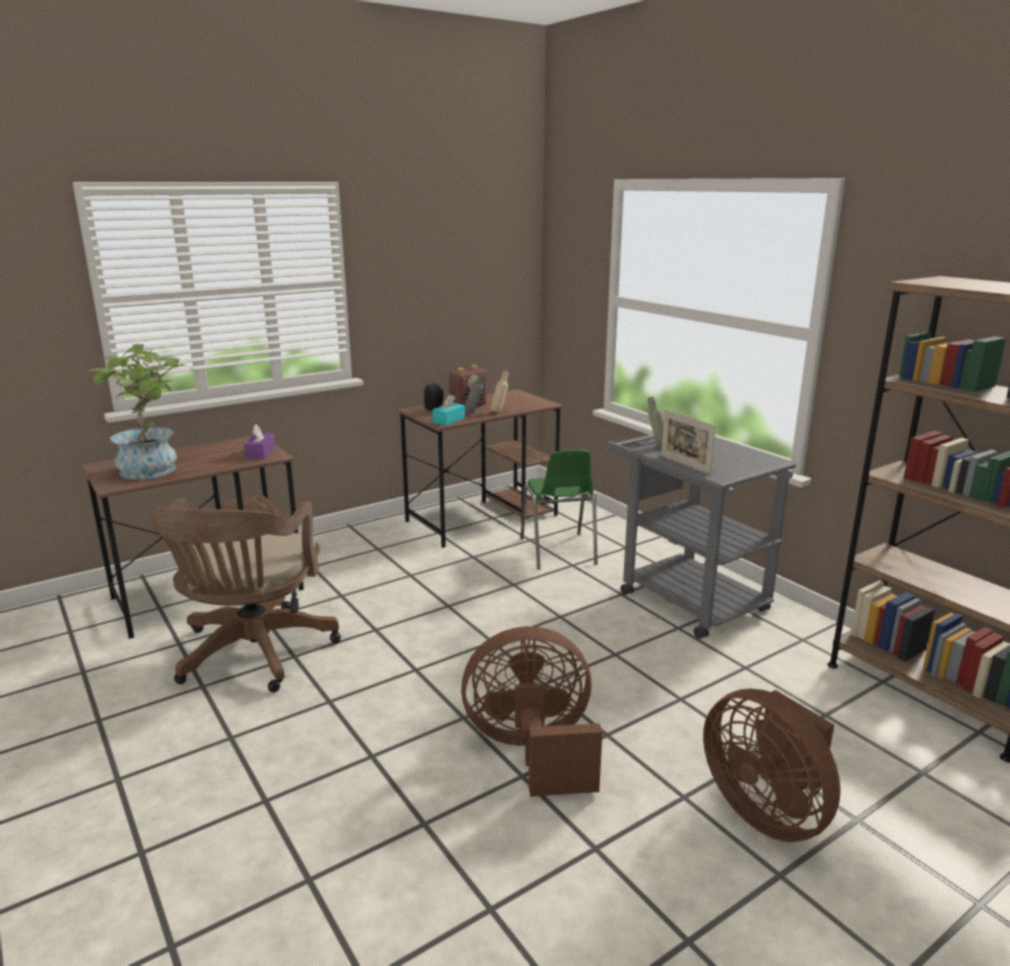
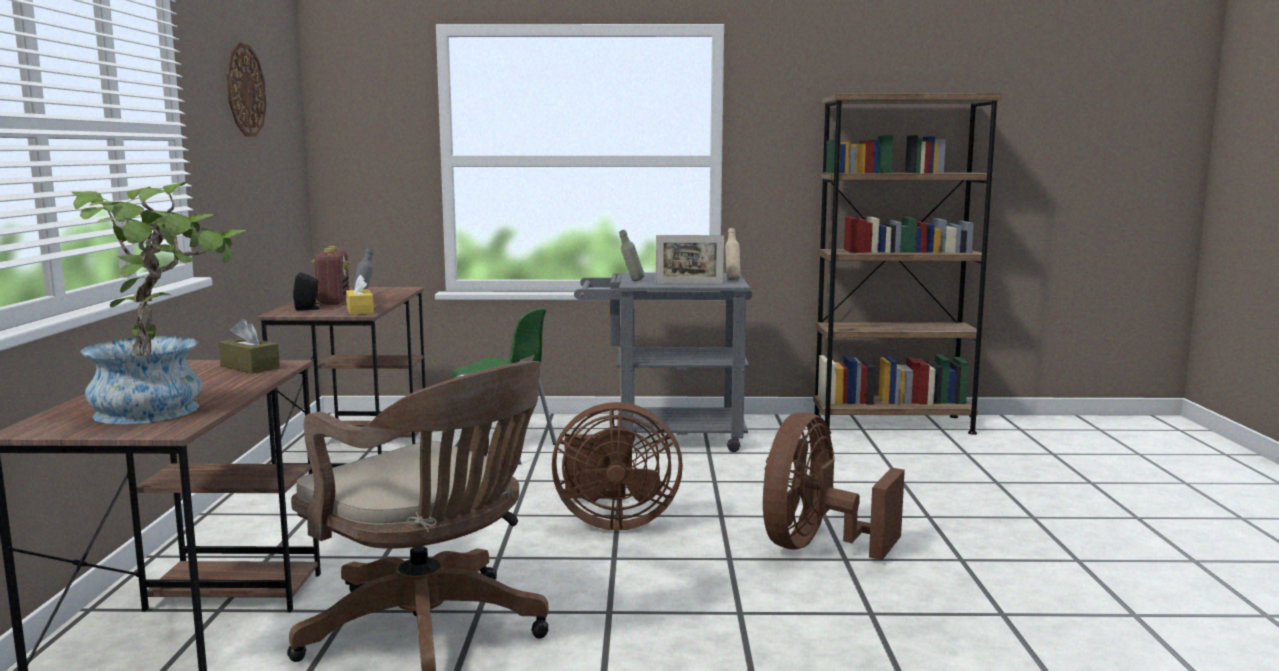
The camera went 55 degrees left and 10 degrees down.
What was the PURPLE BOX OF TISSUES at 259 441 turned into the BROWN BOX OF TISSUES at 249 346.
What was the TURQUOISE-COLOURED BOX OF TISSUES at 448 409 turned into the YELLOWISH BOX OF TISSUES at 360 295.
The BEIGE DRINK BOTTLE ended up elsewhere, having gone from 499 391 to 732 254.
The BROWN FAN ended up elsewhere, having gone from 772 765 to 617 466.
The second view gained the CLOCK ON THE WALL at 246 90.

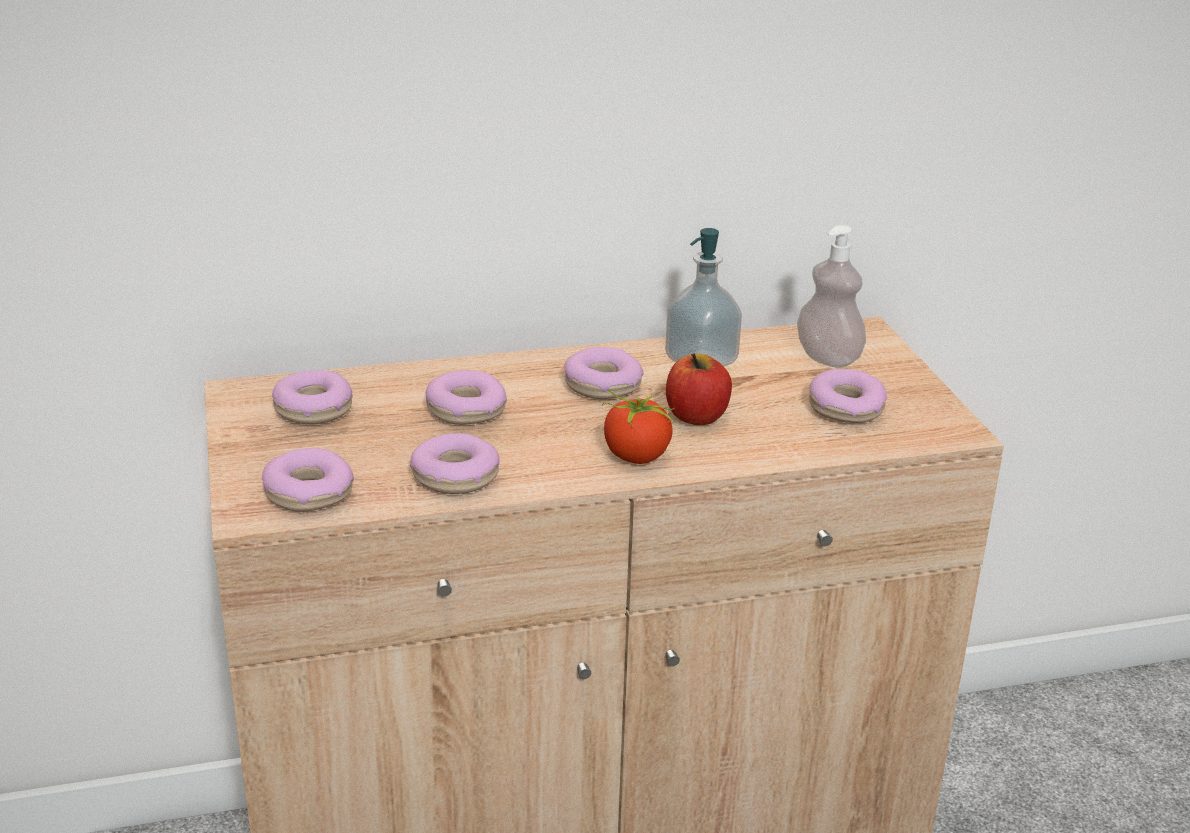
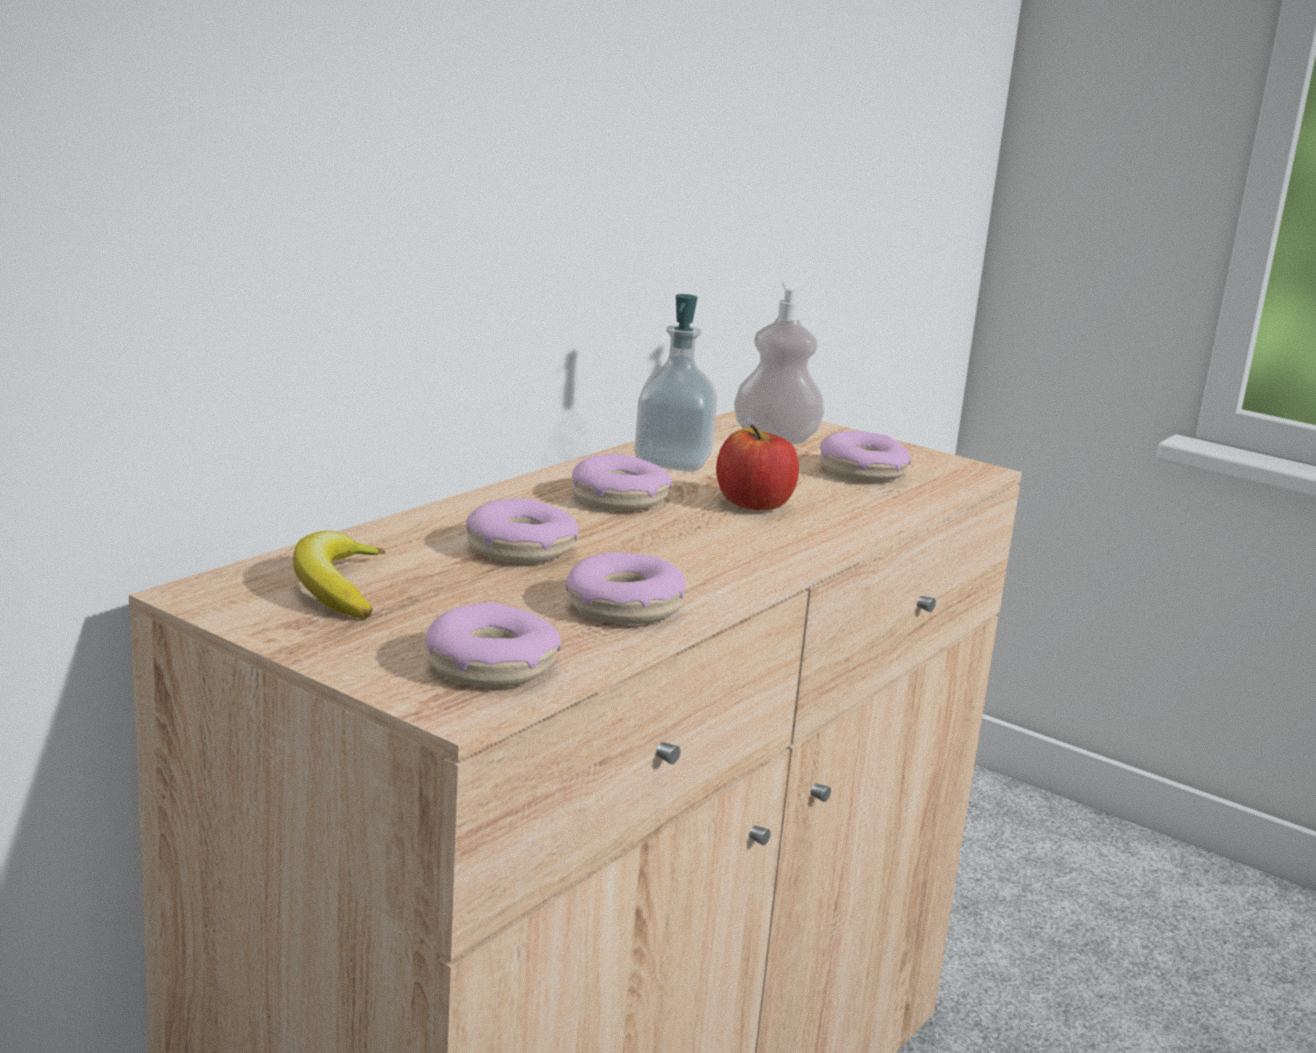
The camera went 40 degrees left and 10 degrees down.
Where the DOUGHNUT stood at 312 397, the WHOLE BANANA came to stand at 339 575.
The second view lost the WHOLE TOMATO at 638 426.

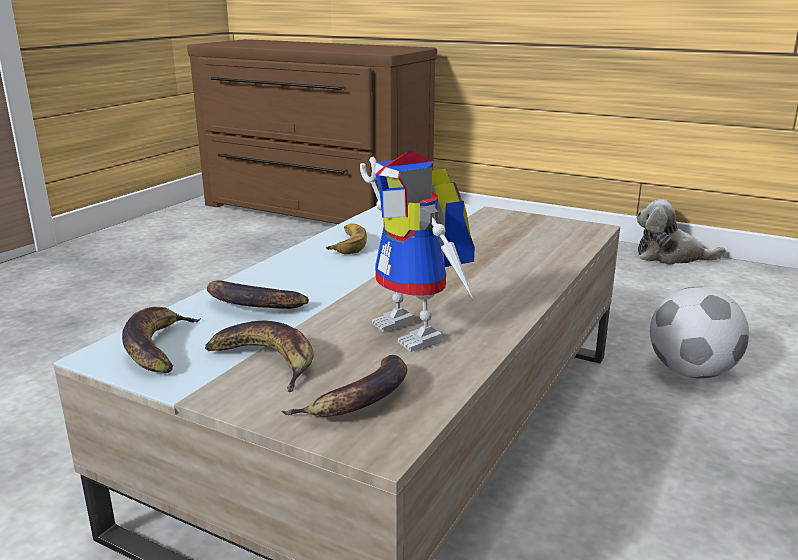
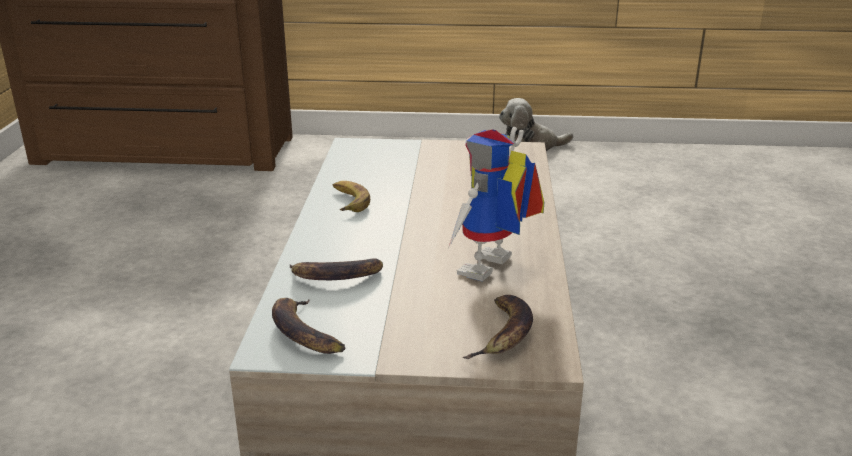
The camera went 25 degrees left and 5 degrees up.
The second view lost the WHOLE BANANA at 259 356.
The MODEL ROBOT at 417 251 ended up facing another way, 90 degrees clockwise from before.
The second view lost the FOOTBALL at 699 333.

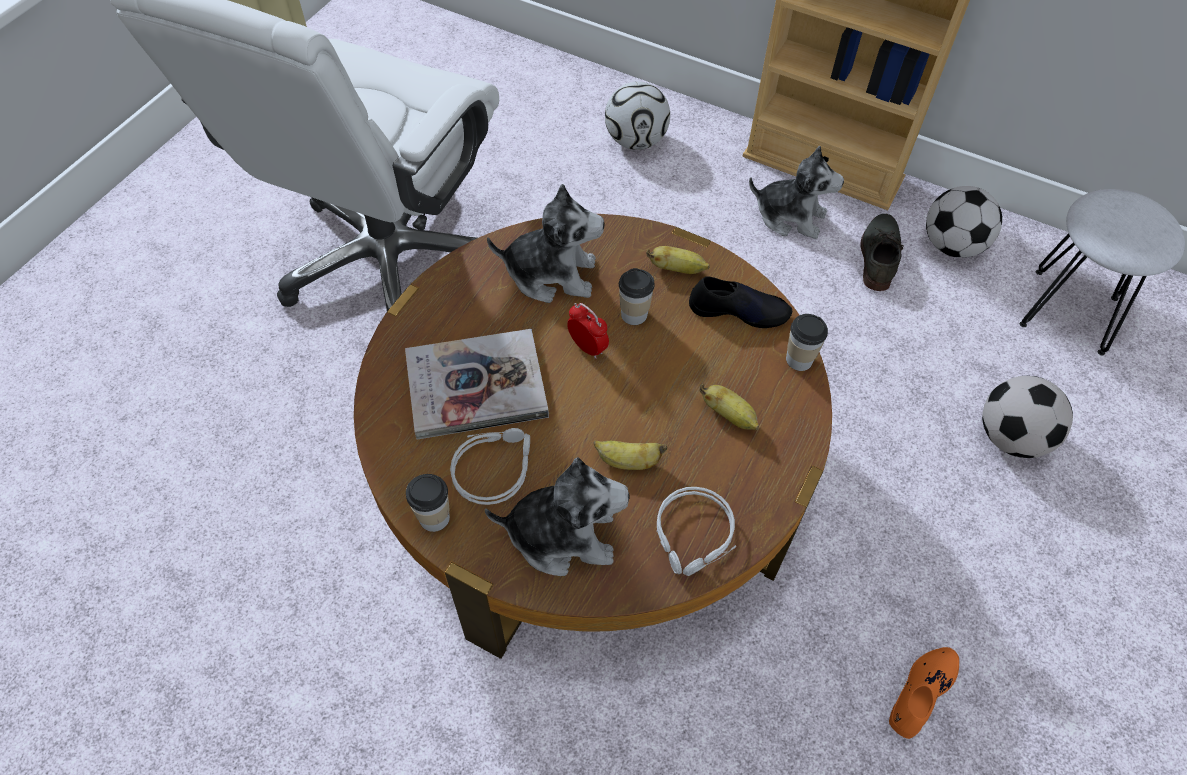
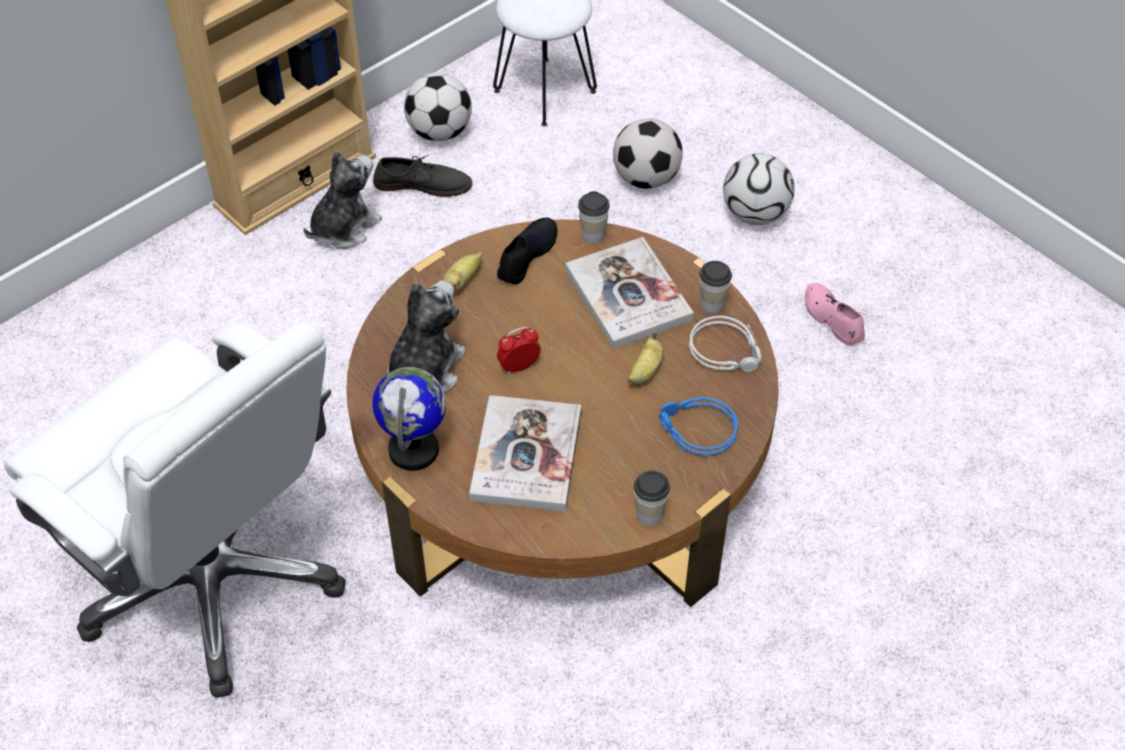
The camera went 70 degrees left and 5 degrees down.
The second view lost the GRAY PAIR OF HEADPHONES at 490 466.
Where the CUDDLY TOY stood at 557 516, the BLUE-COLOURED PAIR OF HEADPHONES came to stand at 698 426.
The FOOTBALL ended up elsewhere, having gone from 637 115 to 759 189.
The CUP ended up elsewhere, having gone from 637 296 to 715 287.
Where the WHOLE BANANA stood at 729 407, the VOLUME came to stand at 629 293.
The GRAY LOW SHOE at 882 252 ended up facing another way, 150 degrees clockwise from before.
What was the ORANGE LOW SHOE at 924 693 turned into the PINK-COLOURED LOW SHOE at 835 314.
The second view gained the WORLD GLOBE at 409 419.

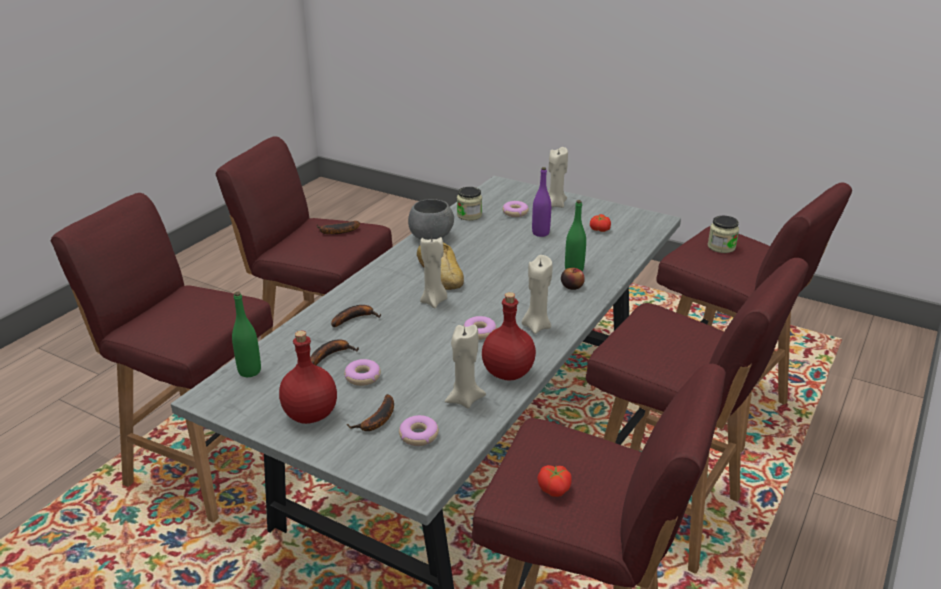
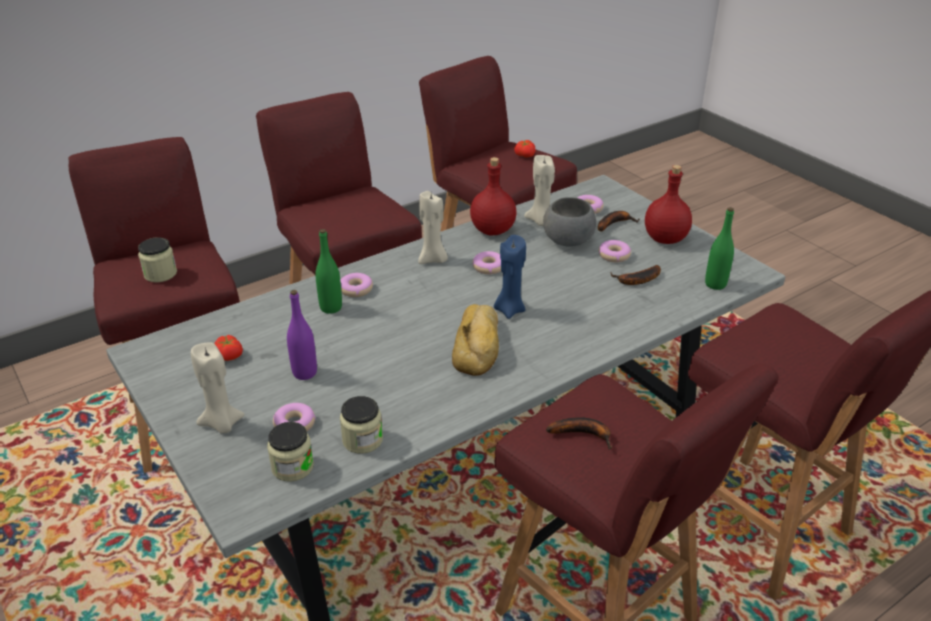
The camera went 155 degrees left and 5 degrees up.
The second view lost the WHOLE BANANA at 356 316.
The GRAY DEEP DISH ended up elsewhere, having gone from 431 219 to 569 222.
What was the BEIGE WAX CANDLE at 433 271 turned into the BLUE-COLOURED WAX CANDLE at 510 277.
Where the WHOLE APPLE stood at 573 279, the DOUGHNUT came to stand at 356 285.
The second view gained the PRESERVE JAR at 290 452.

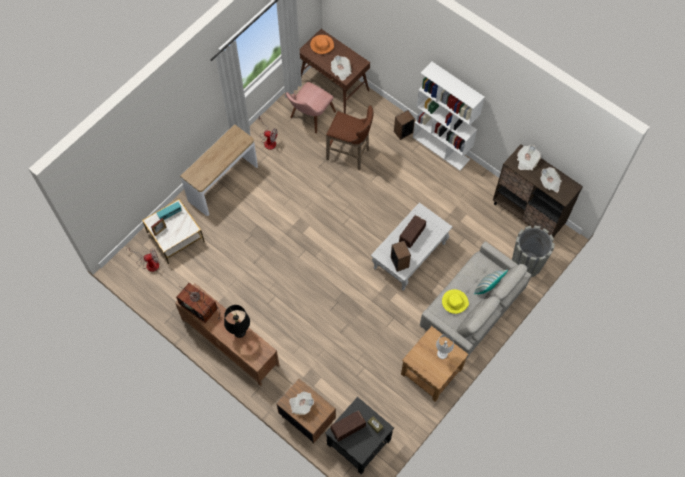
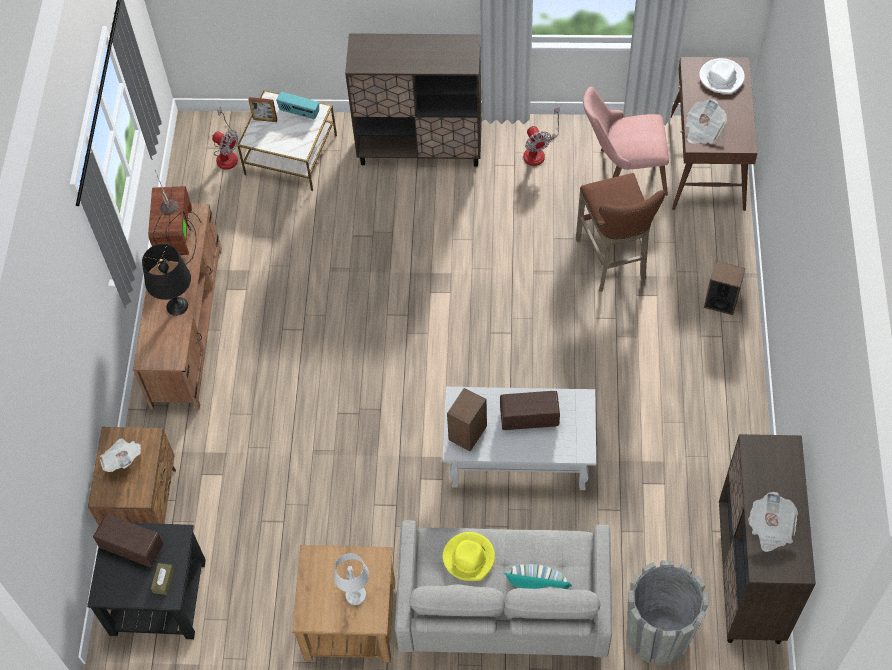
The camera went 55 degrees right and 5 degrees down.
Where the HALL TABLE stood at 219 170, the BROWN CABINET came to stand at 413 100.
What was the ORANGE WEARABLE HAT at 322 44 turned into the WHITE WEARABLE HAT at 722 76.
The second view lost the WHITE SHELVING UNIT at 449 116.
The second view lost the NEWSPAPER at 529 158.

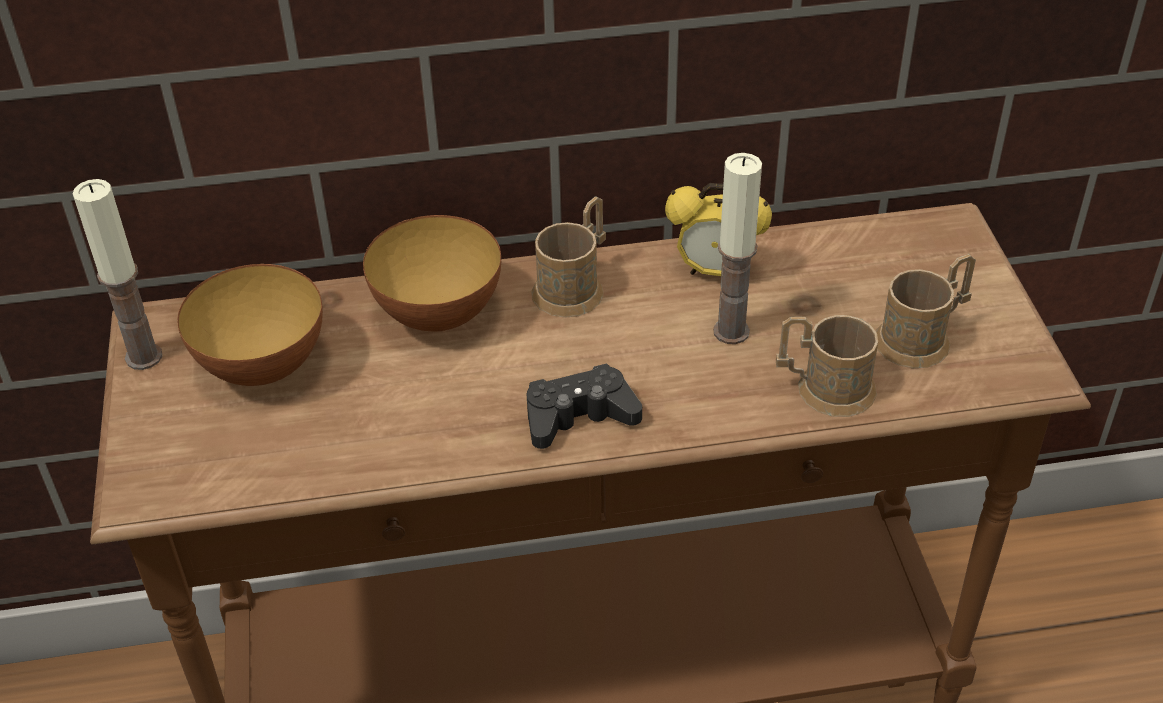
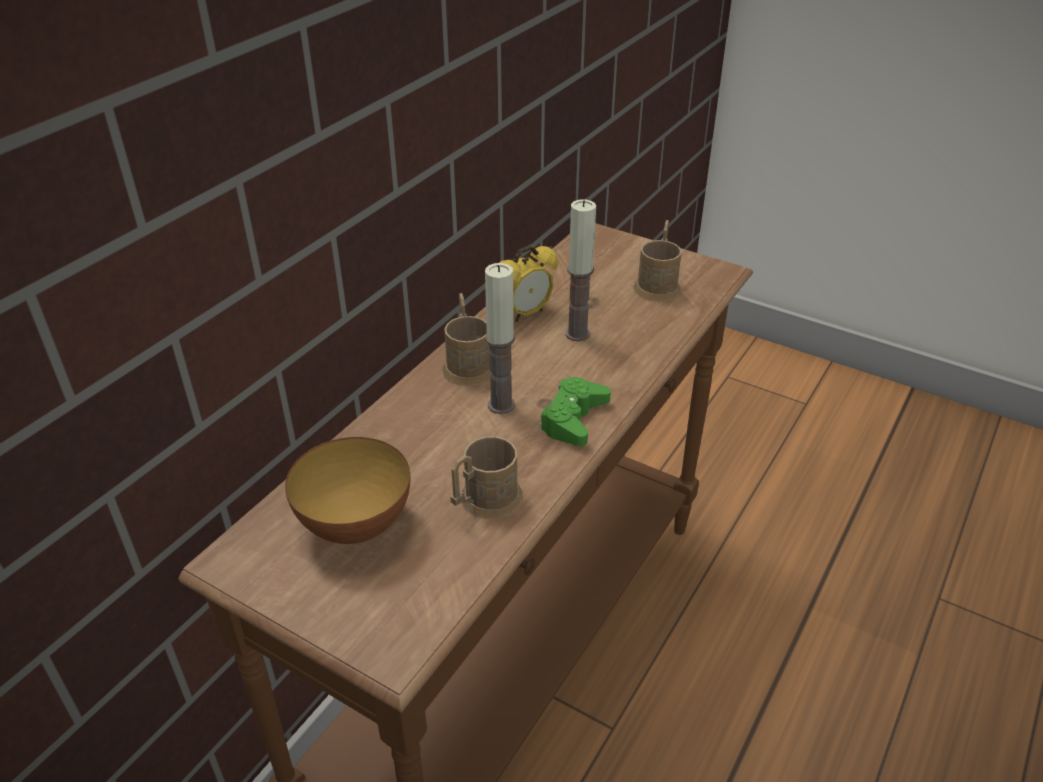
The camera went 50 degrees left and 5 degrees down.
The WAX CANDLE ended up elsewhere, having gone from 117 274 to 500 338.
The second view lost the DEEP DISH at 432 273.
What was the BLACKISH GAME CONTROLLER at 584 406 turned into the GREEN GAME CONTROLLER at 575 411.
The BROWN TEA MUG ended up elsewhere, having gone from 827 366 to 486 477.

